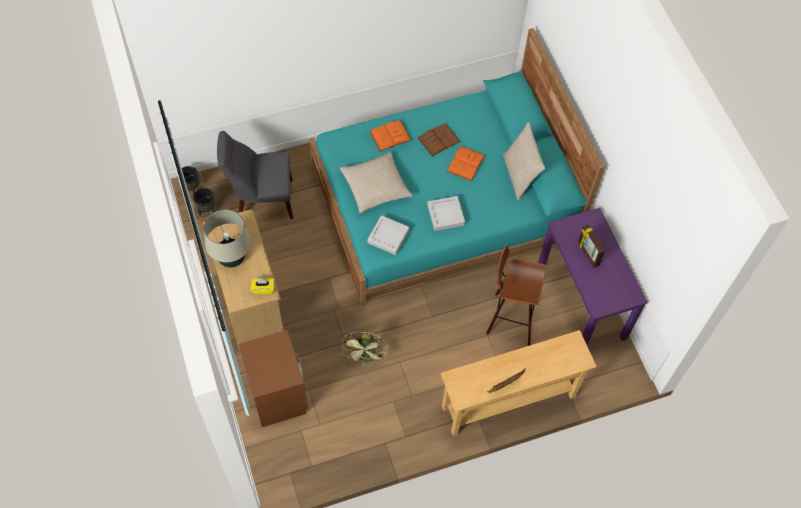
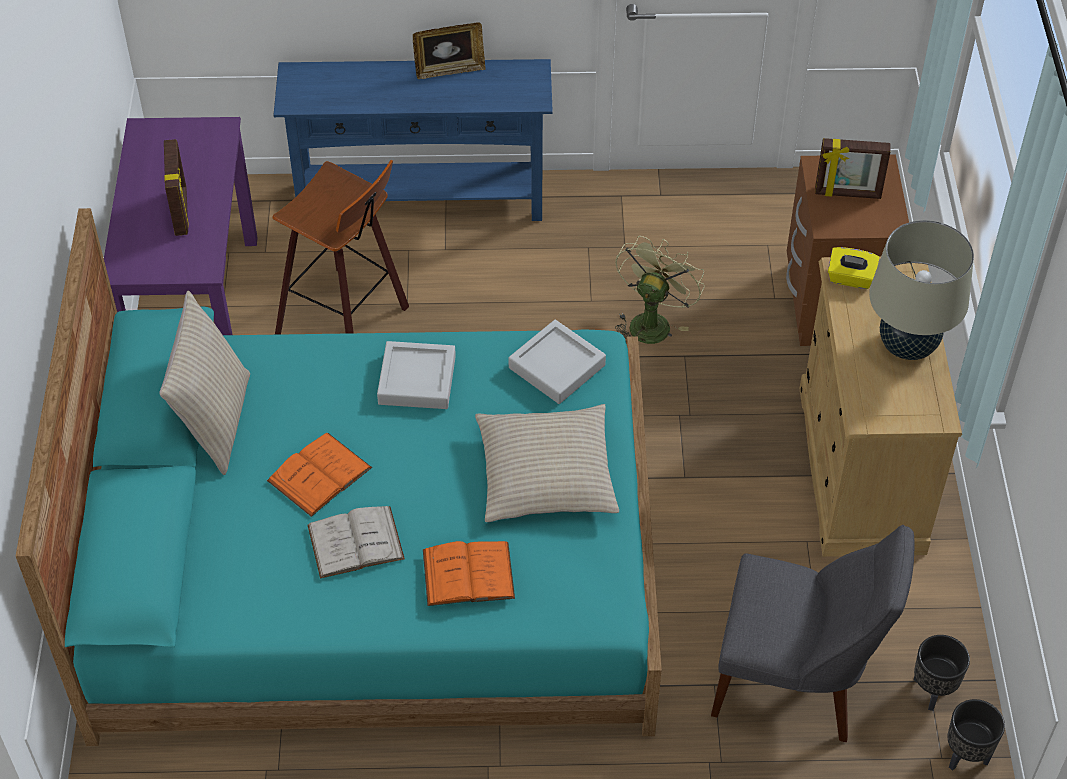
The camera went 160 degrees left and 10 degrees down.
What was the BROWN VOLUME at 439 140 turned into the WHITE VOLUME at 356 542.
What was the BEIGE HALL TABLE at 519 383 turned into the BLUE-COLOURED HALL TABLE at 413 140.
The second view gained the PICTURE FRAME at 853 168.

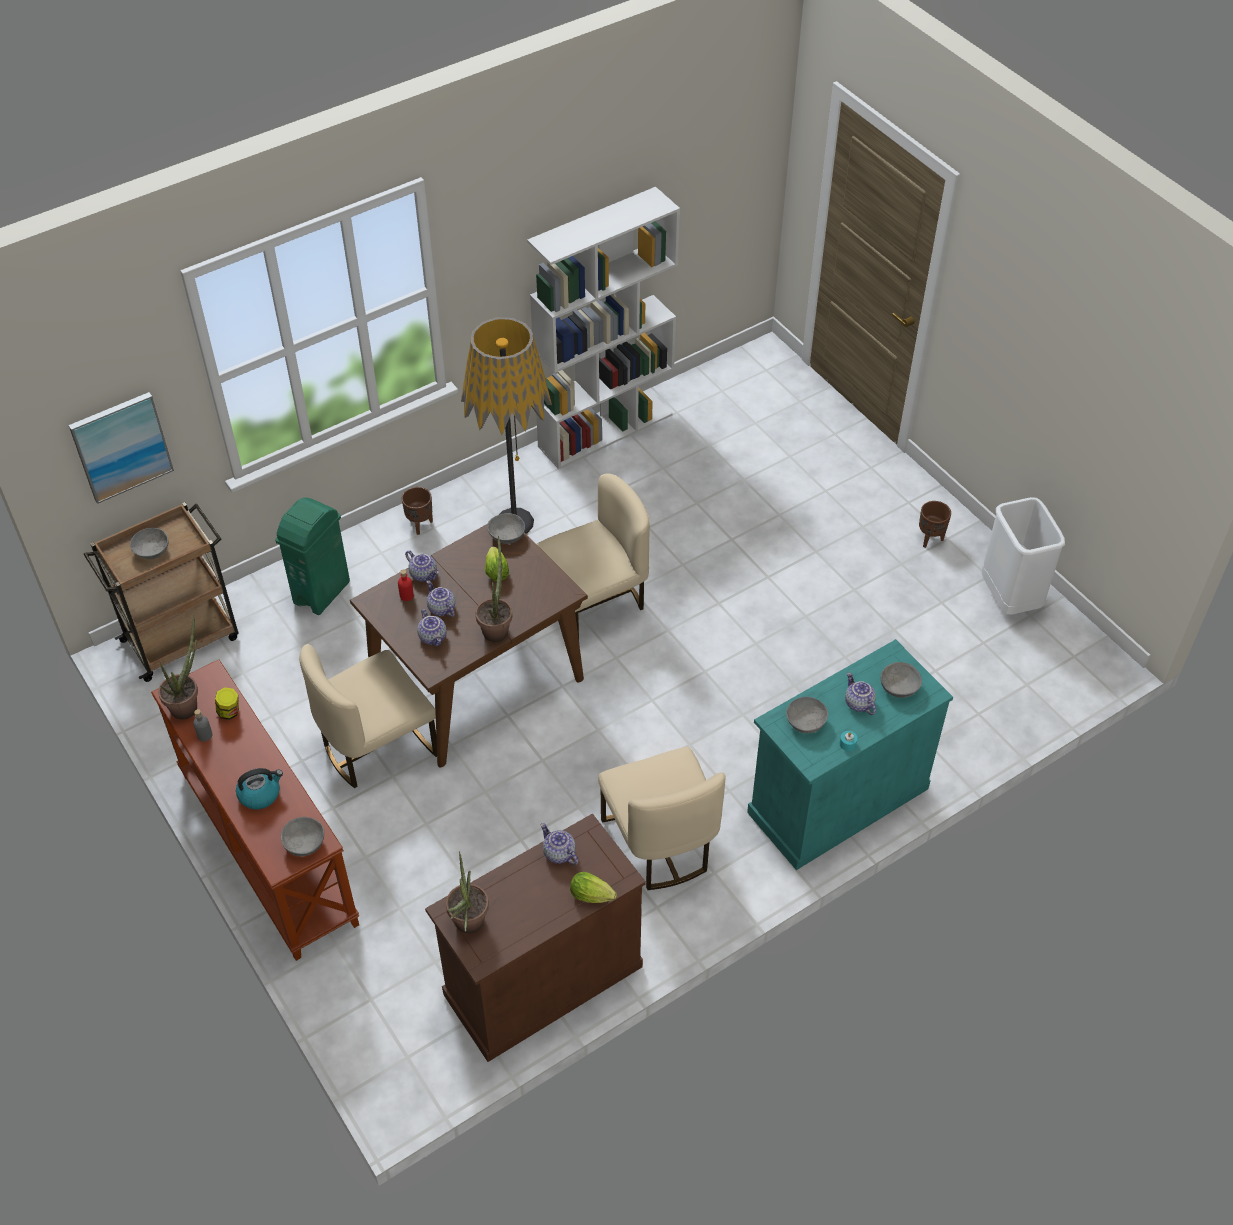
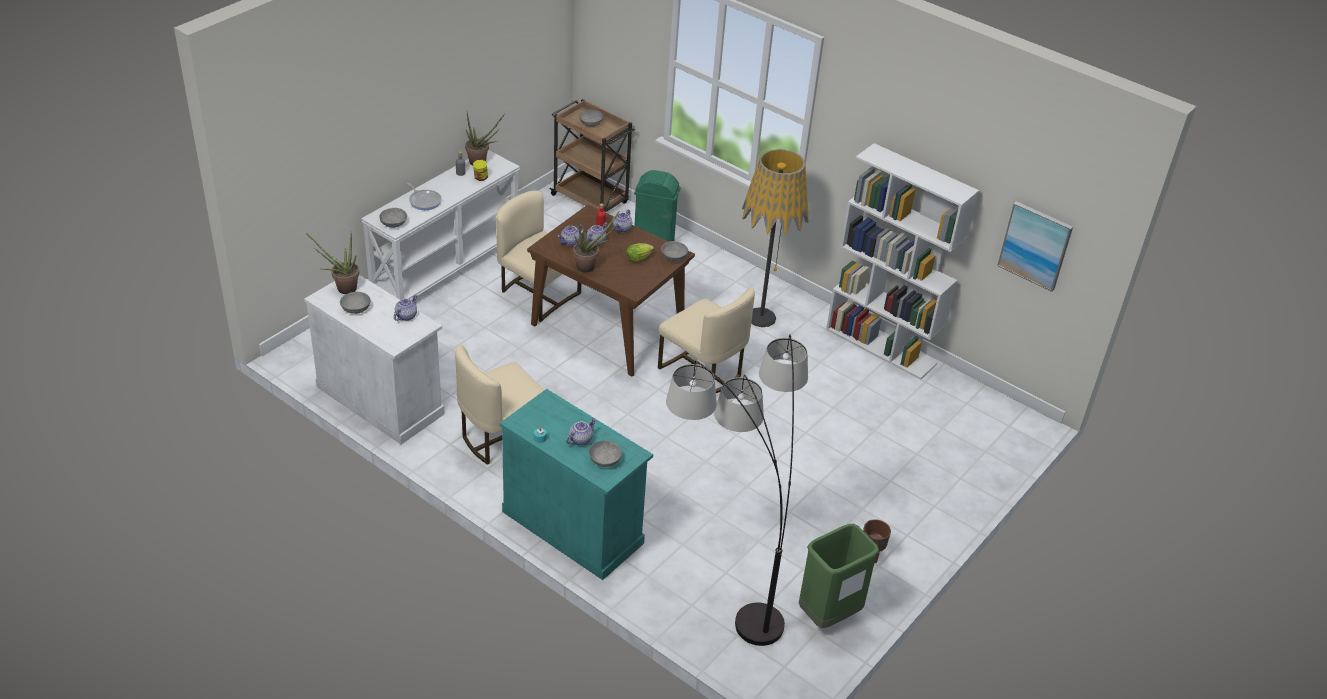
The camera went 70 degrees right and 10 degrees down.
The WALL ART ended up elsewhere, having gone from 121 448 to 1035 246.
What was the BROWN HALL TABLE at 255 810 turned into the WHITE HALL TABLE at 440 225.
Where the KETTLE stood at 259 788, the SKILLET came to stand at 424 196.
The second view lost the BROWN PLANT POT at 417 511.
What was the BROWN CABINET at 535 937 turned into the WHITE CABINET at 374 360.
The second view lost the LETTUCE HEAD at 593 887.
The GRAY DEEP DISH ended up elsewhere, having gone from 807 715 to 355 303.
What was the WHITE WASTE BIN at 1023 556 turned into the GREEN WASTE BIN at 839 576.
The second view gained the STANDING LAMP at 737 490.

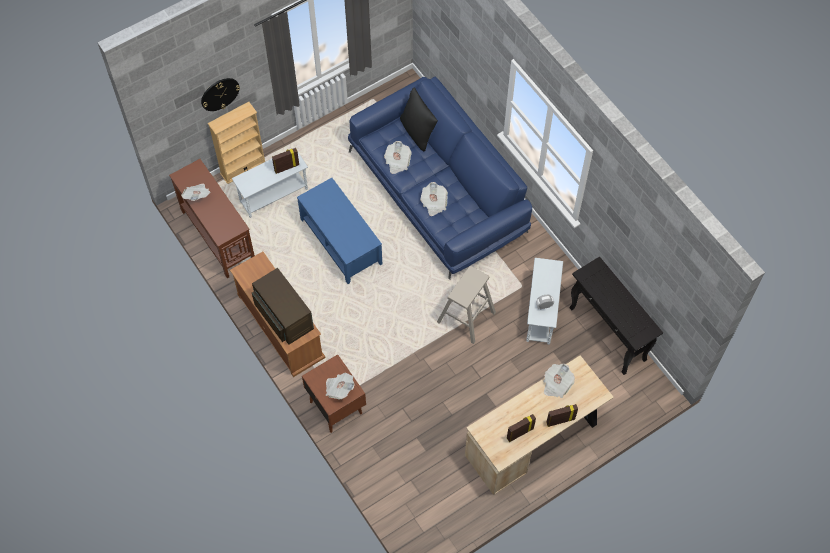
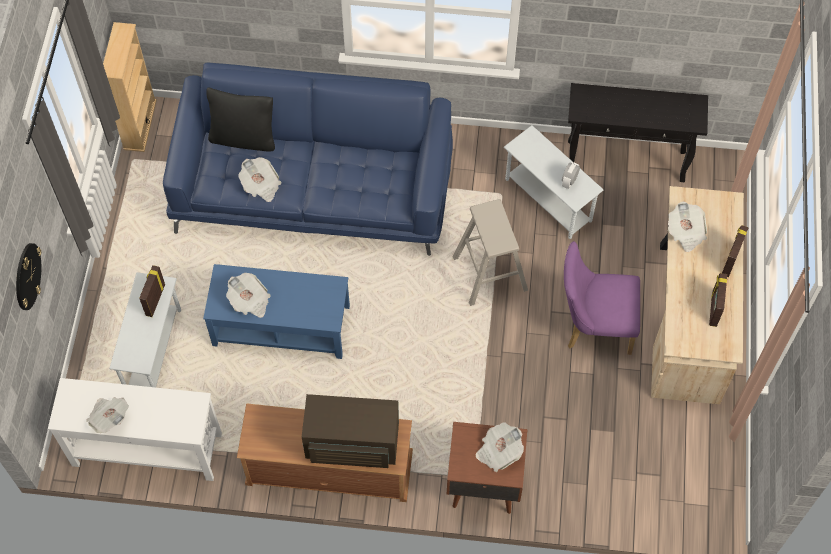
The camera went 50 degrees left and 0 degrees up.
What was the BROWN HALL TABLE at 212 218 turned into the WHITE HALL TABLE at 135 429.
The BEIGE SHELVING UNIT ended up elsewhere, having gone from 237 143 to 130 87.
The NEWSPAPER ended up elsewhere, having gone from 434 199 to 248 295.
The second view gained the PURPLE UPRIGHT CHAIR at 602 298.

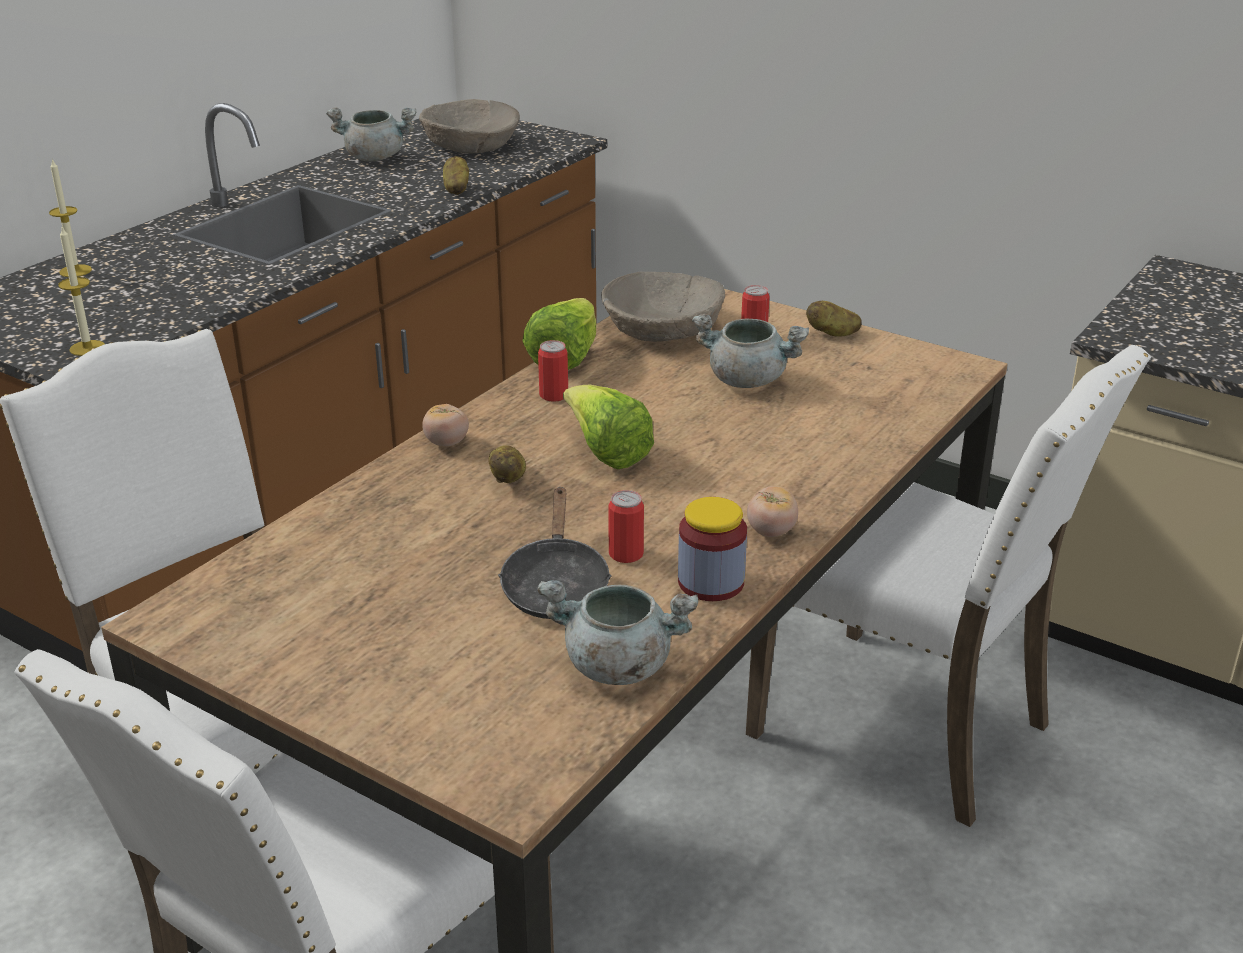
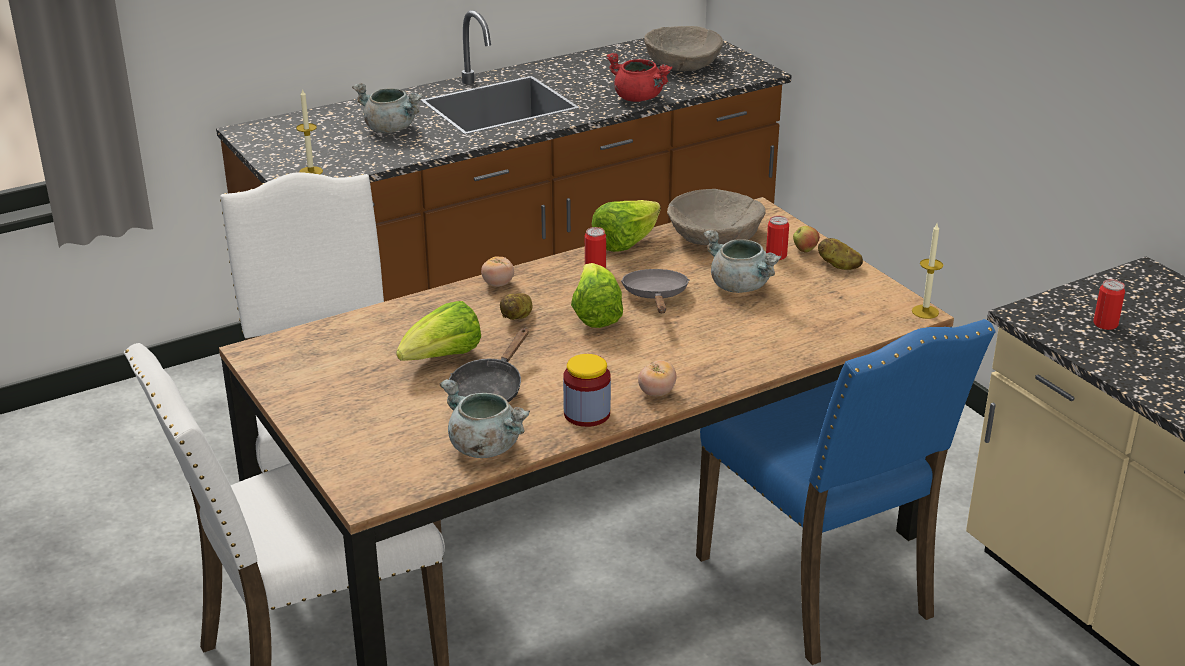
The camera went 25 degrees right and 0 degrees up.
The WAX CANDLE ended up elsewhere, having gone from 70 217 to 927 271.
The GRAY STOCKPOT ended up elsewhere, having gone from 371 134 to 387 108.
Where the WHOLE POTATO stood at 456 175, the RED-COLOURED STOCKPOT came to stand at 639 77.
The CAN ended up elsewhere, having gone from 626 526 to 1109 305.
What was the WHITE UPRIGHT CHAIR at 948 586 turned into the BLUE-COLOURED UPRIGHT CHAIR at 845 492.
The second view gained the LETTUCE HEAD at 438 331.
The second view gained the GRAY SKILLET at 655 291.
The second view gained the WHOLE APPLE at 806 239.

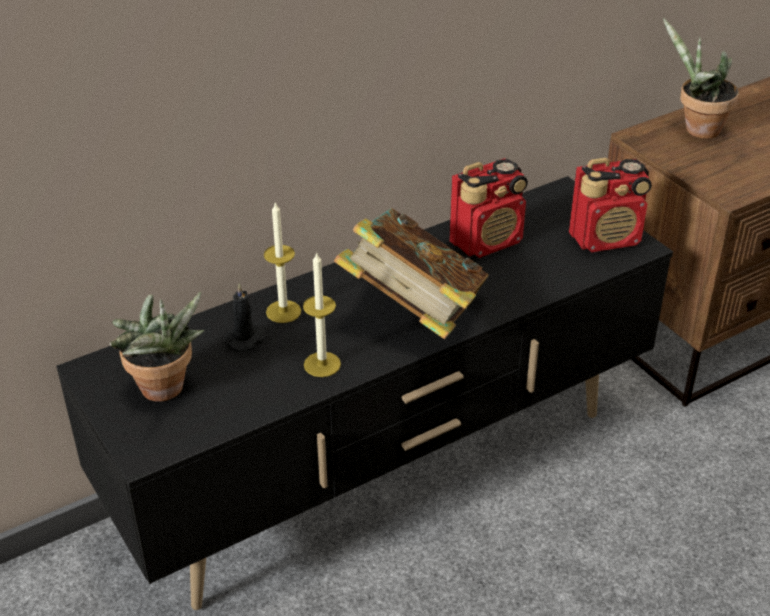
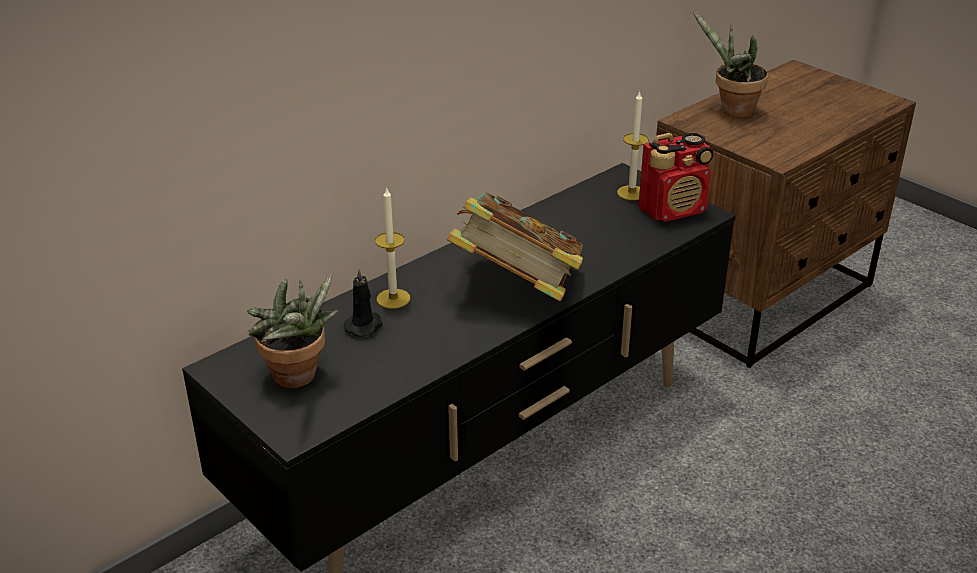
The camera went 10 degrees left and 5 degrees down.
The WAX CANDLE ended up elsewhere, having gone from 322 314 to 633 145.
The second view lost the RADIO at 488 208.

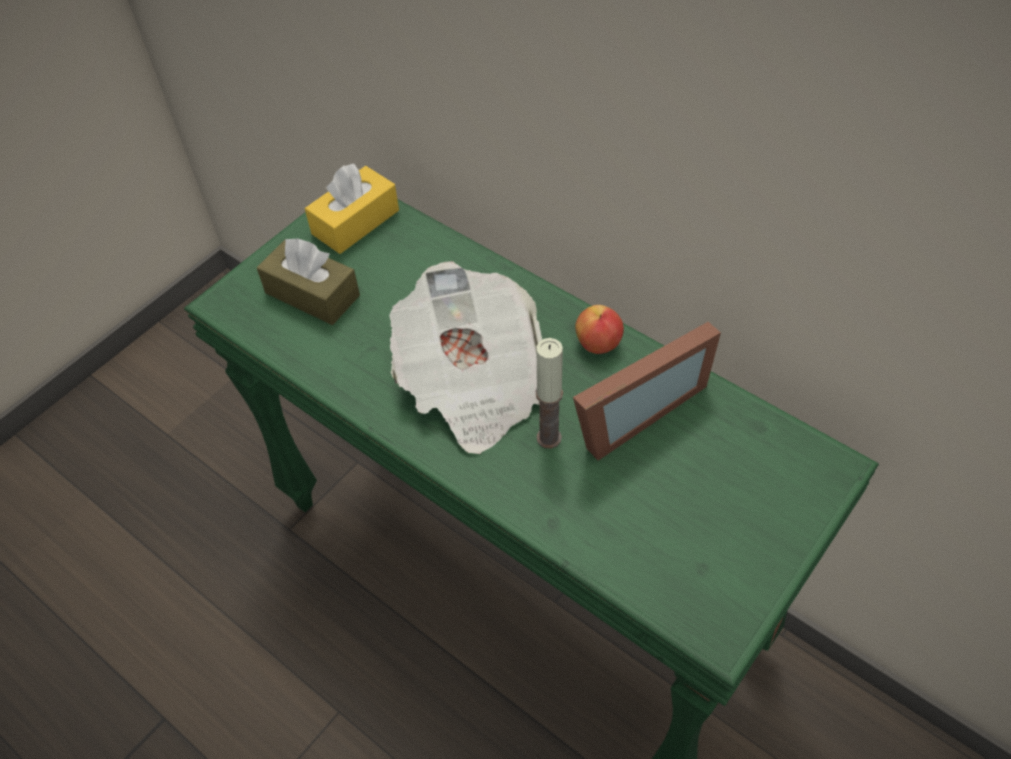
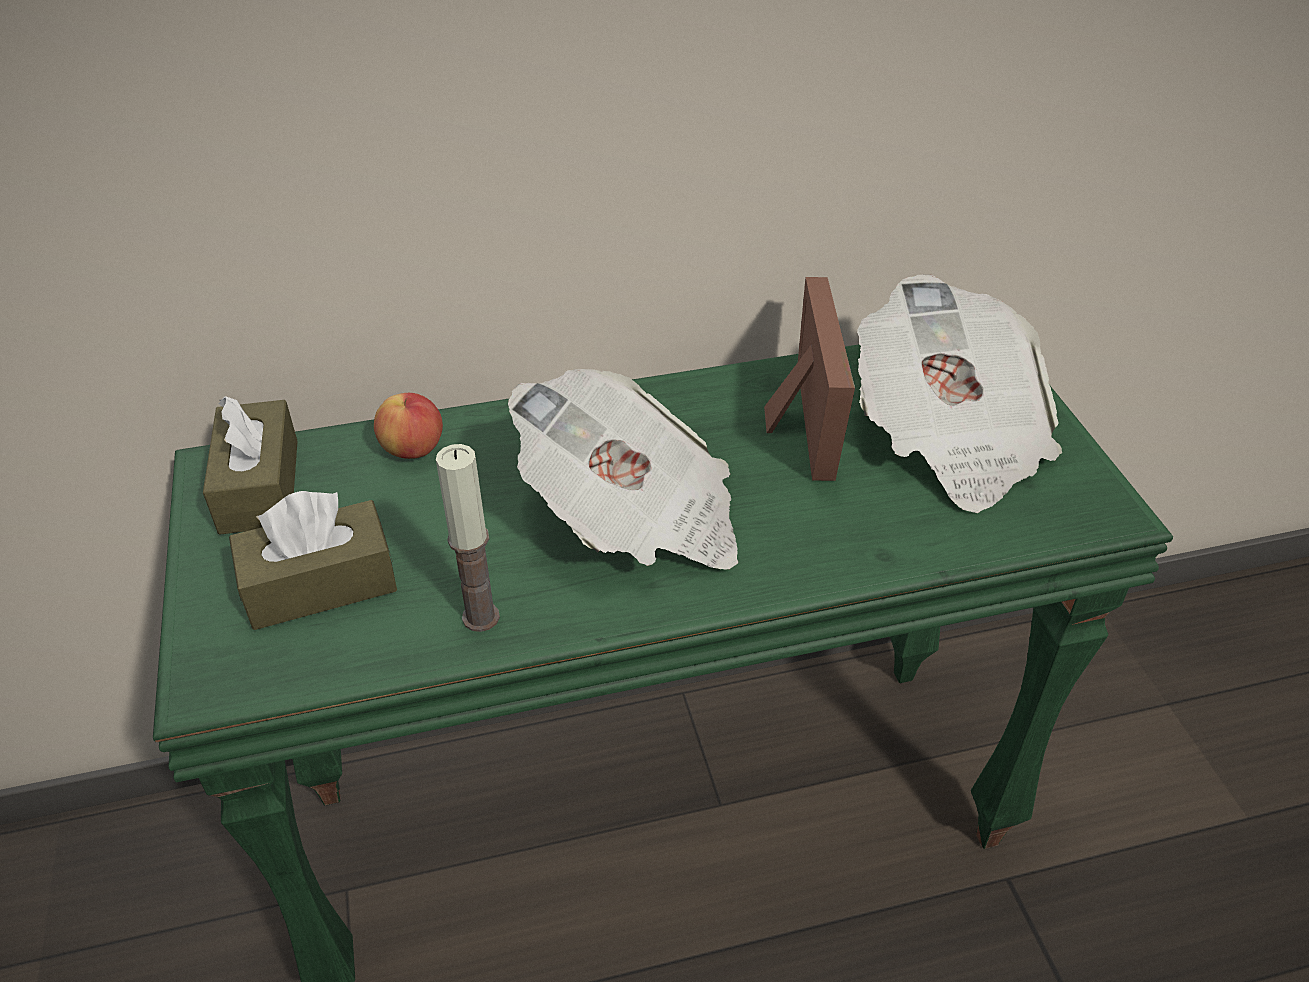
The camera went 55 degrees left and 10 degrees down.
What was the YELLOWISH BOX OF TISSUES at 352 208 turned into the BROWN BOX OF TISSUES at 250 465.
The WAX CANDLE ended up elsewhere, having gone from 549 393 to 468 538.
The WHOLE APPLE ended up elsewhere, having gone from 599 329 to 408 426.
The second view gained the NEWSPAPER at 959 393.

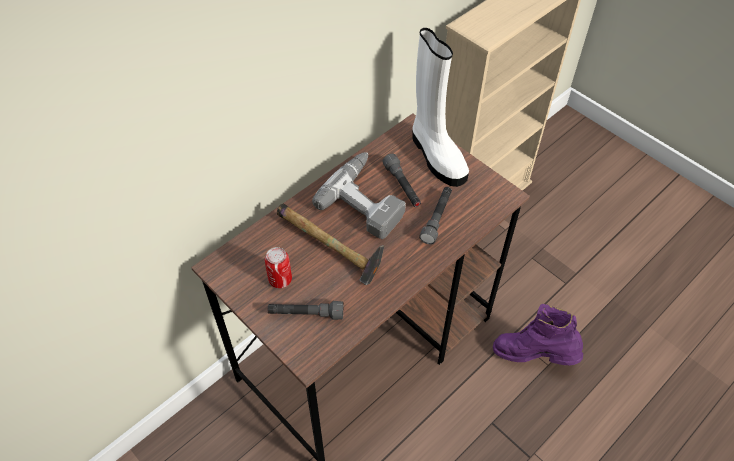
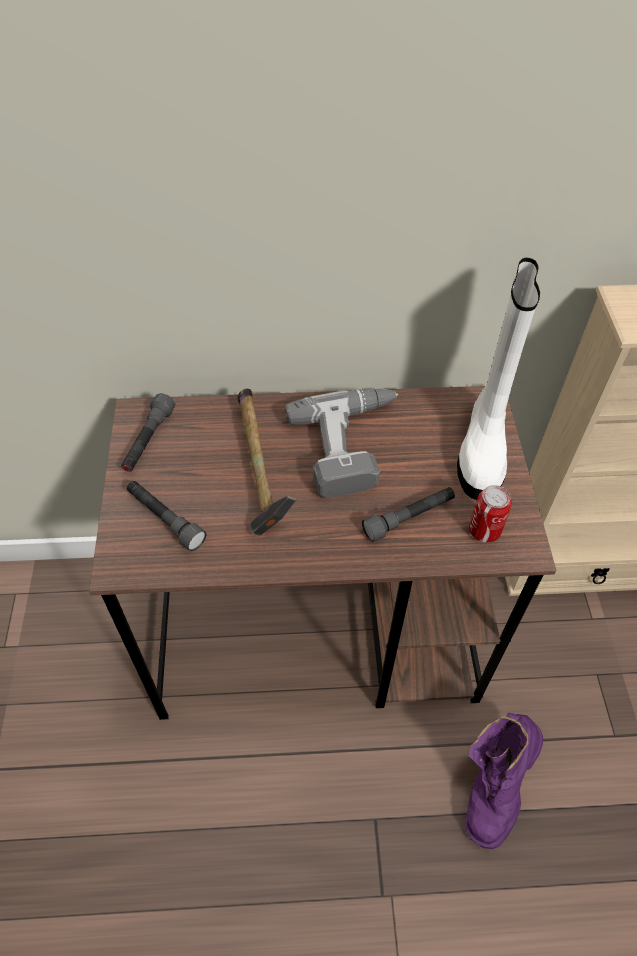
The camera went 40 degrees right and 0 degrees up.
The CAN ended up elsewhere, having gone from 278 267 to 490 514.
The GRAY FLASHLIGHT ended up elsewhere, having gone from 401 180 to 148 432.
The PURPLE TALL BOOT at 538 334 ended up facing another way, 120 degrees counterclockwise from before.

